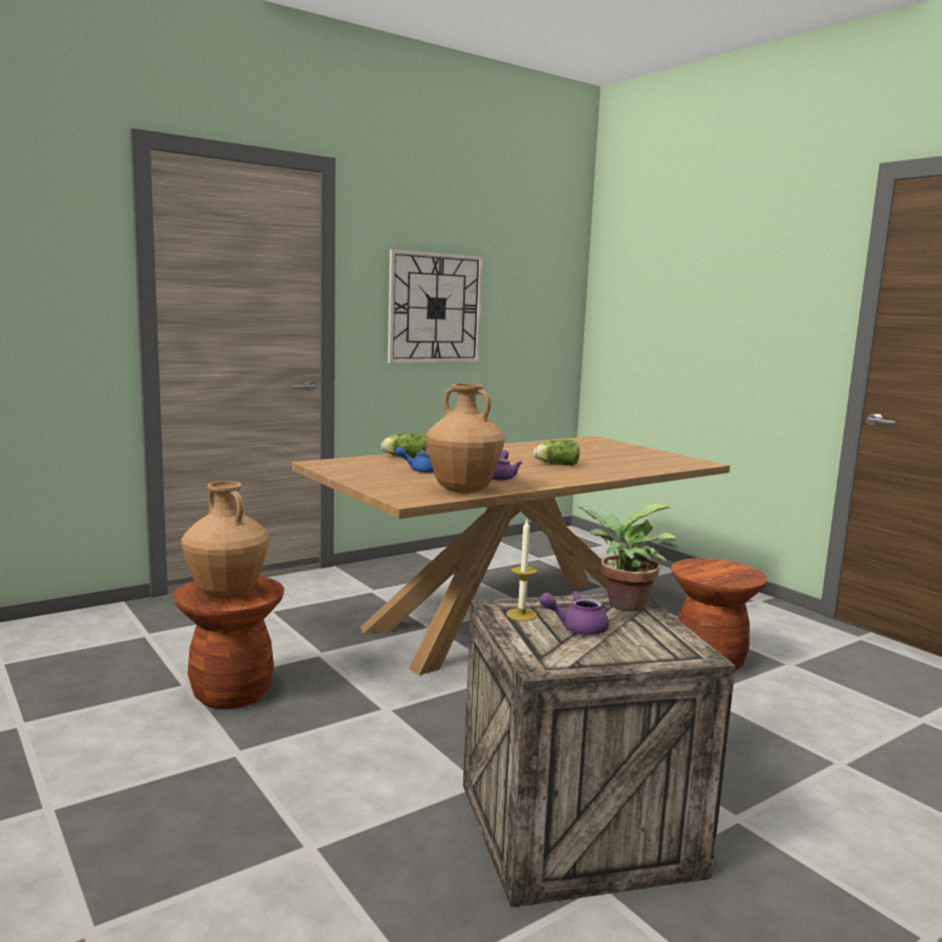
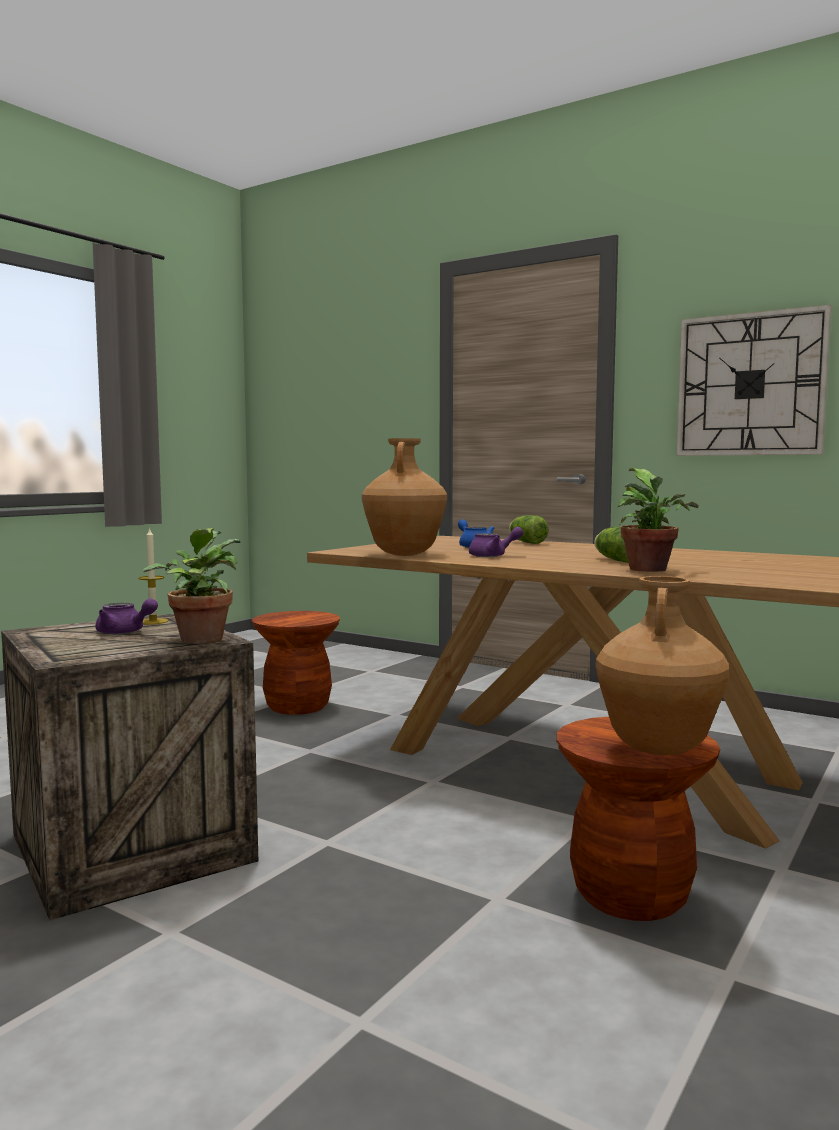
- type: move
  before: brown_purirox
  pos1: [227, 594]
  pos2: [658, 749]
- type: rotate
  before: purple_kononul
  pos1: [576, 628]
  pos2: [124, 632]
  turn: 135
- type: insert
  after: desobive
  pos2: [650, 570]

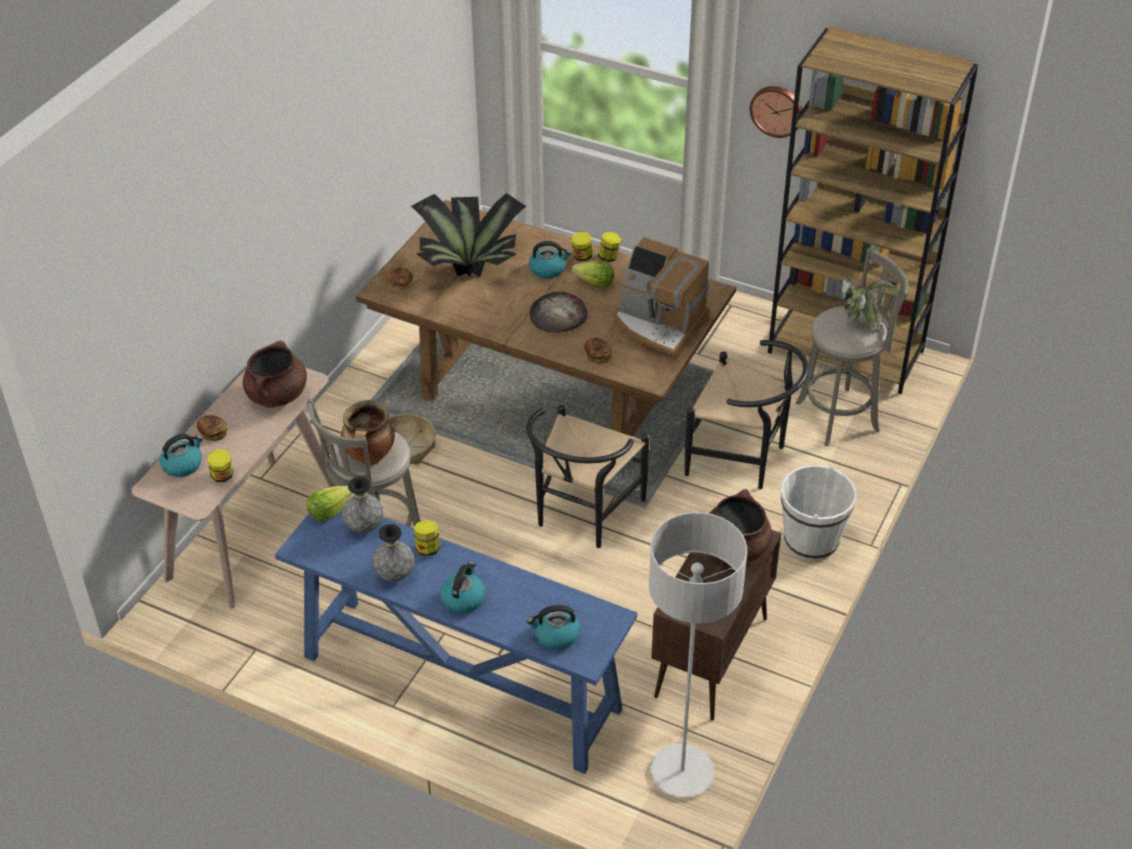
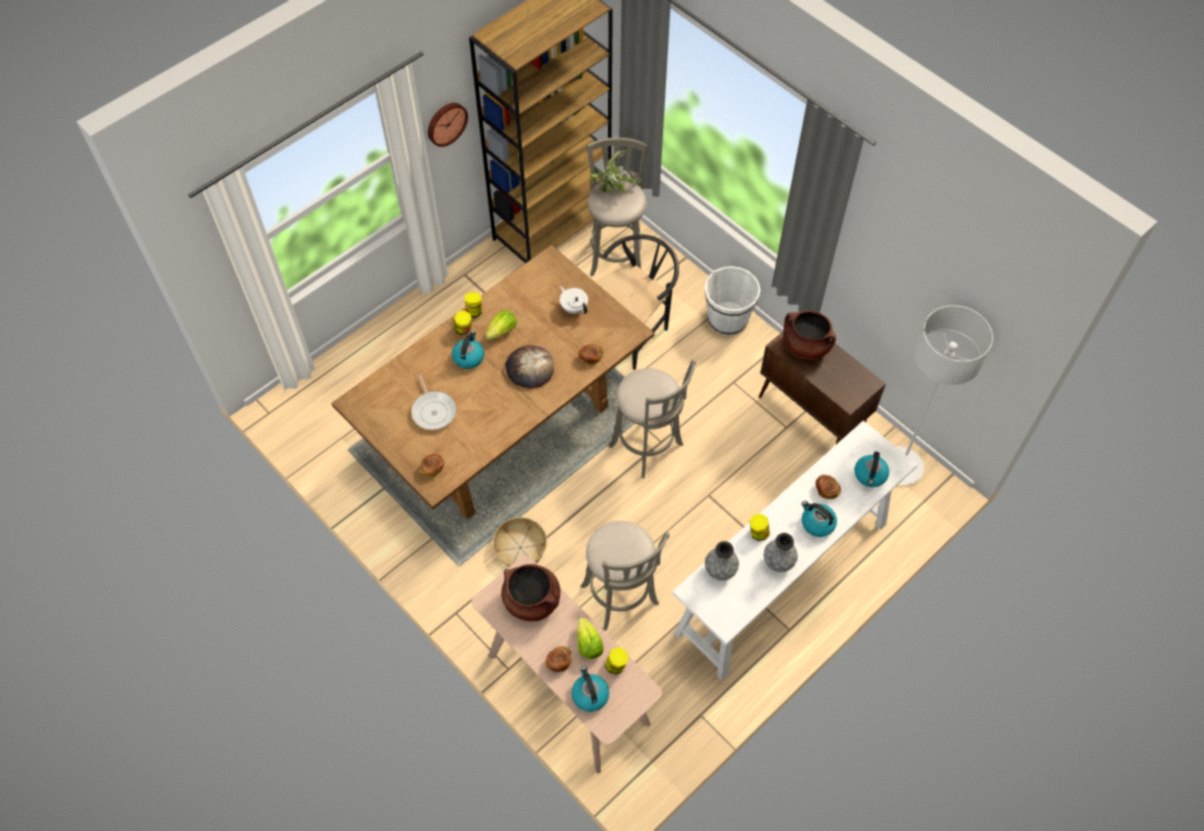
- type: recolor
  before: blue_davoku
  after: white_davoku
  pos1: [459, 682]
  pos2: [781, 579]
- type: move
  before: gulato
  pos1: [329, 512]
  pos2: [588, 644]
- type: delete
  before: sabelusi
  pos1: [370, 457]
- type: replace
  before: desobive
  after: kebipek
  pos1: [469, 265]
  pos2: [433, 410]
- type: replace
  before: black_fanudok
  after: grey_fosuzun
  pos1: [582, 516]
  pos2: [648, 448]
- type: replace
  before: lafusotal
  after: white_kononul
  pos1: [658, 326]
  pos2: [574, 307]
- type: insert
  after: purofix
  pos2: [826, 490]

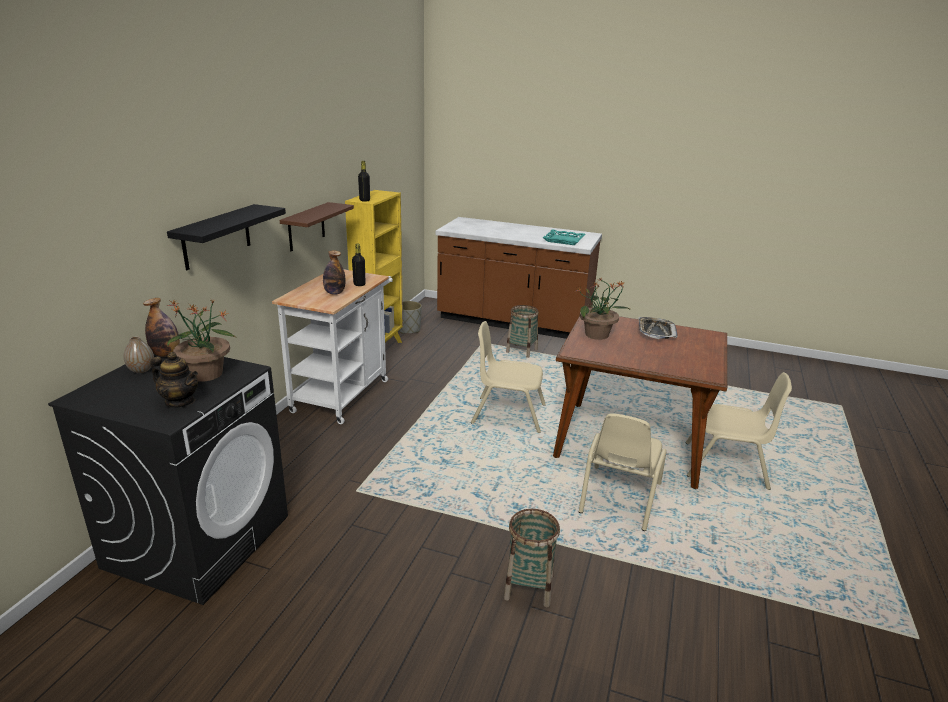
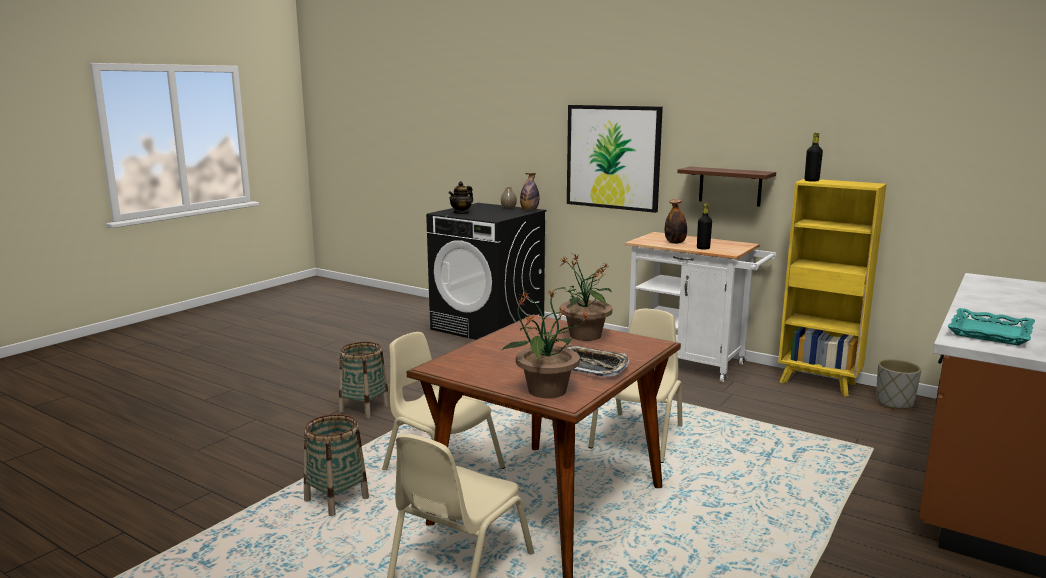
- type: move
  before: desobive
  pos1: [206, 375]
  pos2: [545, 391]
- type: replace
  before: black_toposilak
  after: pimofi
  pos1: [216, 237]
  pos2: [613, 157]
- type: move
  before: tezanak
  pos1: [521, 351]
  pos2: [336, 500]

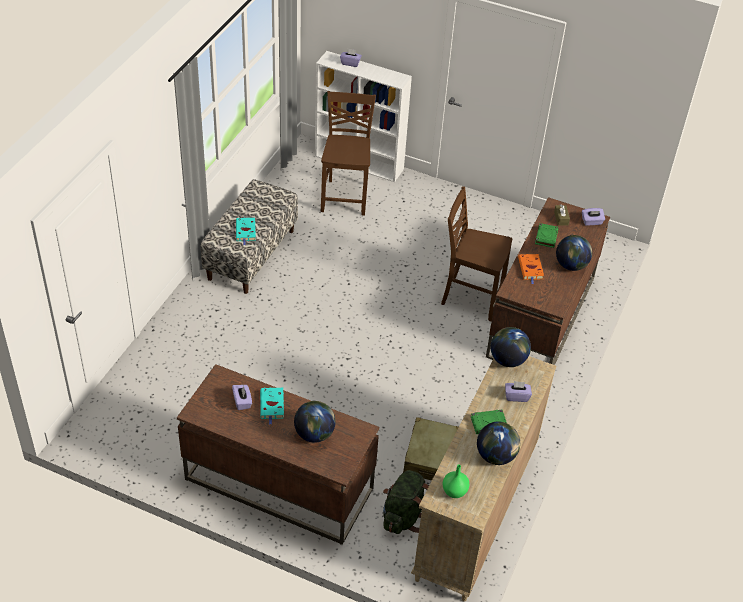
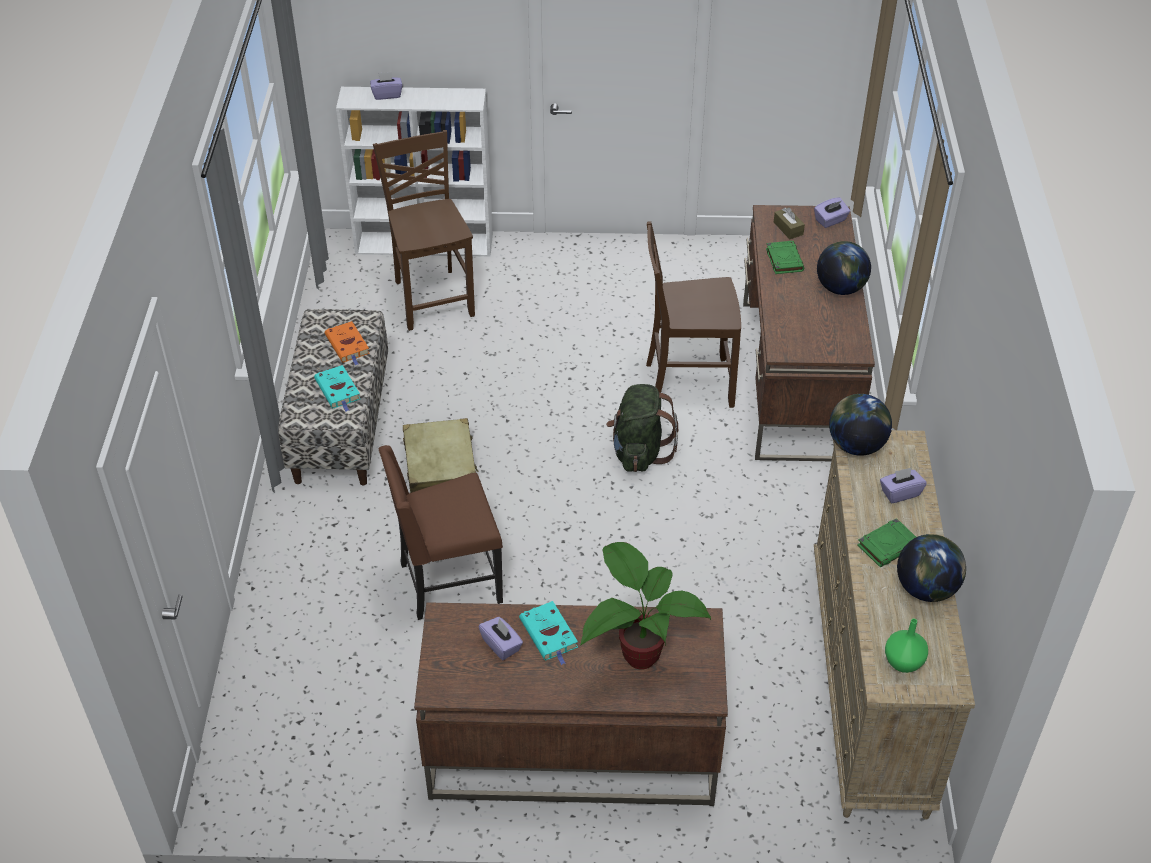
- type: replace
  before: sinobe
  after: desobive
  pos1: [314, 434]
  pos2: [636, 654]
- type: move
  before: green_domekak
  pos1: [404, 516]
  pos2: [639, 452]
- type: move
  before: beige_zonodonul
  pos1: [431, 457]
  pos2: [441, 471]
- type: move
  before: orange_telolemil
  pos1: [531, 269]
  pos2: [348, 345]
- type: insert
  after: brown_fanudok
  pos2: [448, 583]

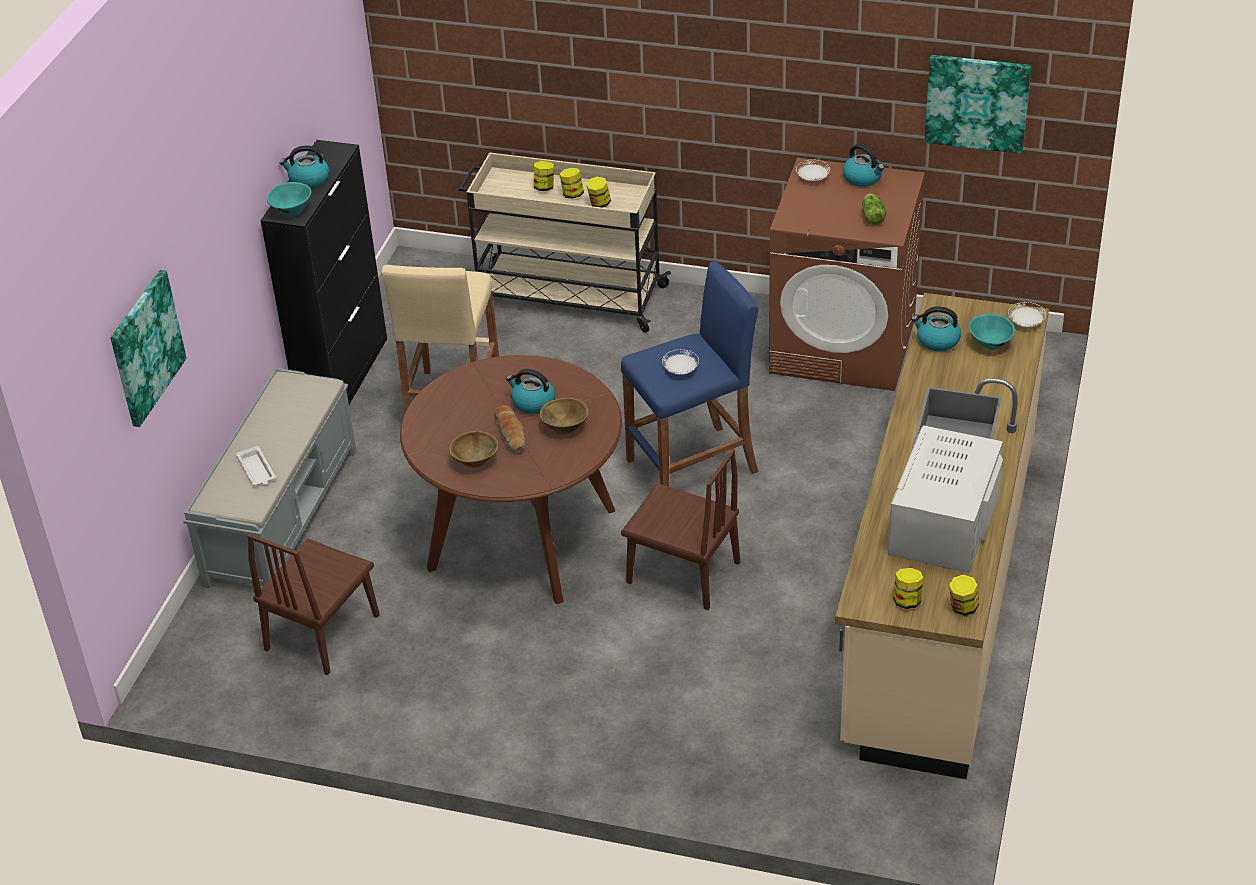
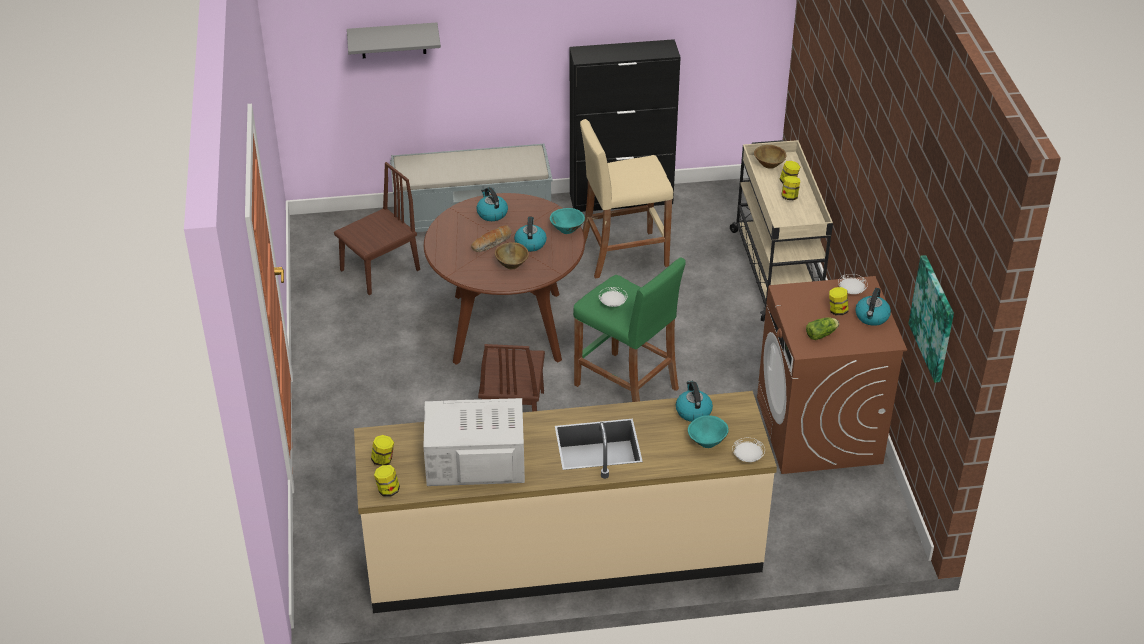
- type: replace
  before: pimofi
  after: grey_toposilak
  pos1: [145, 347]
  pos2: [393, 40]
- type: delete
  before: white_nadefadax
  pos1: [257, 470]
- type: rotate
  before: brown_fanudok
  pos1: [322, 632]
  pos2: [380, 270]
  turn: 135
- type: move
  before: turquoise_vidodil
  pos1: [292, 210]
  pos2: [567, 229]
- type: move
  before: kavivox
  pos1: [308, 180]
  pos2: [491, 213]
- type: move
  before: brown_vidodil
  pos1: [475, 462]
  pos2: [768, 165]
- type: move
  before: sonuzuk
  pos1: [599, 204]
  pos2: [837, 310]
- type: recolor
  before: blue_fosuzun
  after: green_fosuzun
  pos1: [693, 466]
  pos2: [626, 387]

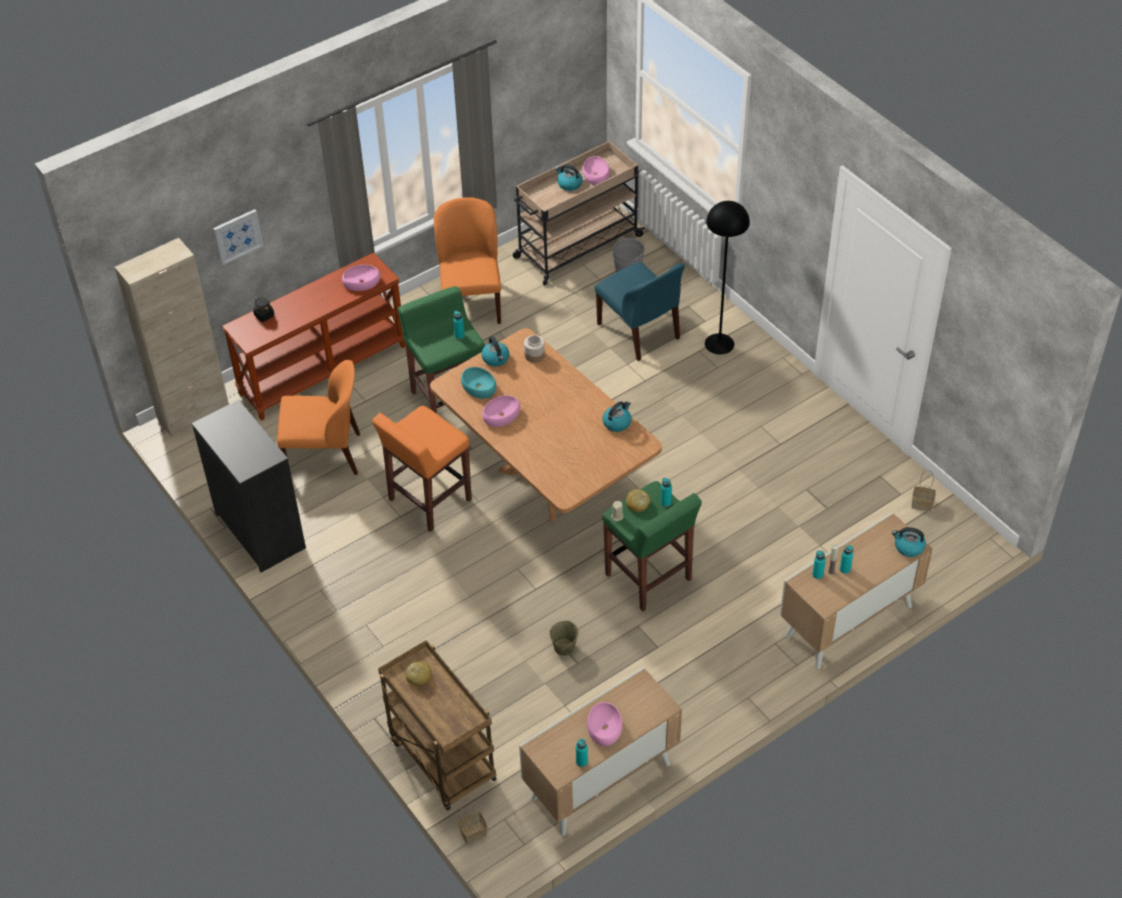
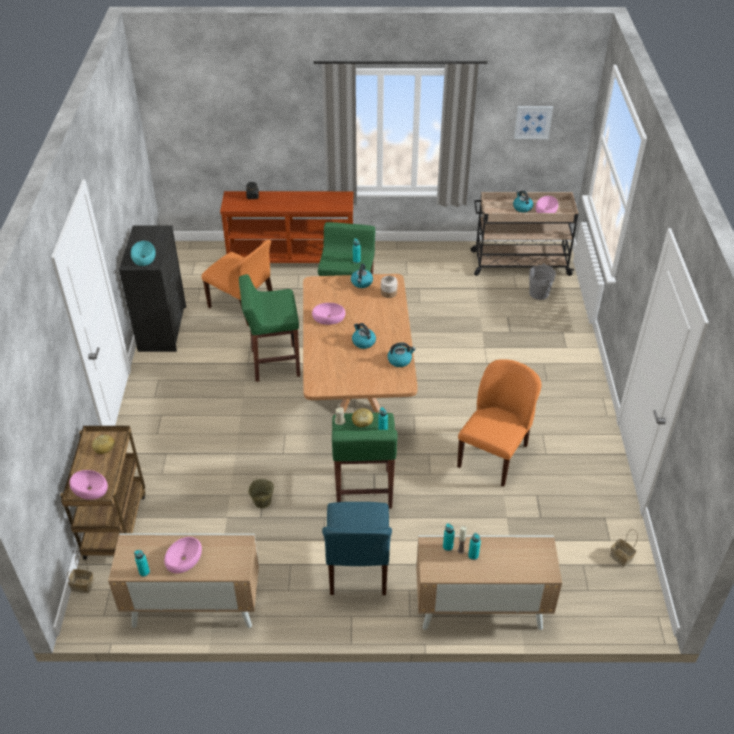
- type: delete
  before: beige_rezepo
  pos1: [193, 413]
- type: move
  before: pimofi
  pos1: [237, 236]
  pos2: [533, 122]
- type: move
  before: pink_vidodil
  pos1: [361, 282]
  pos2: [89, 489]
- type: recolor
  before: orange_fosuzun
  after: green_fosuzun
  pos1: [429, 500]
  pos2: [274, 363]
- type: move
  before: orange_fanudok
  pos1: [471, 302]
  pos2: [493, 455]
- type: move
  before: turquoise_vidodil
  pos1: [479, 387]
  pos2: [144, 257]
- type: move
  before: blue_fanudok
  pos1: [639, 332]
  pos2: [358, 567]
- type: delete
  before: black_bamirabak
  pos1: [719, 344]
- type: move
  before: kavivox
  pos1: [908, 547]
  pos2: [363, 342]

